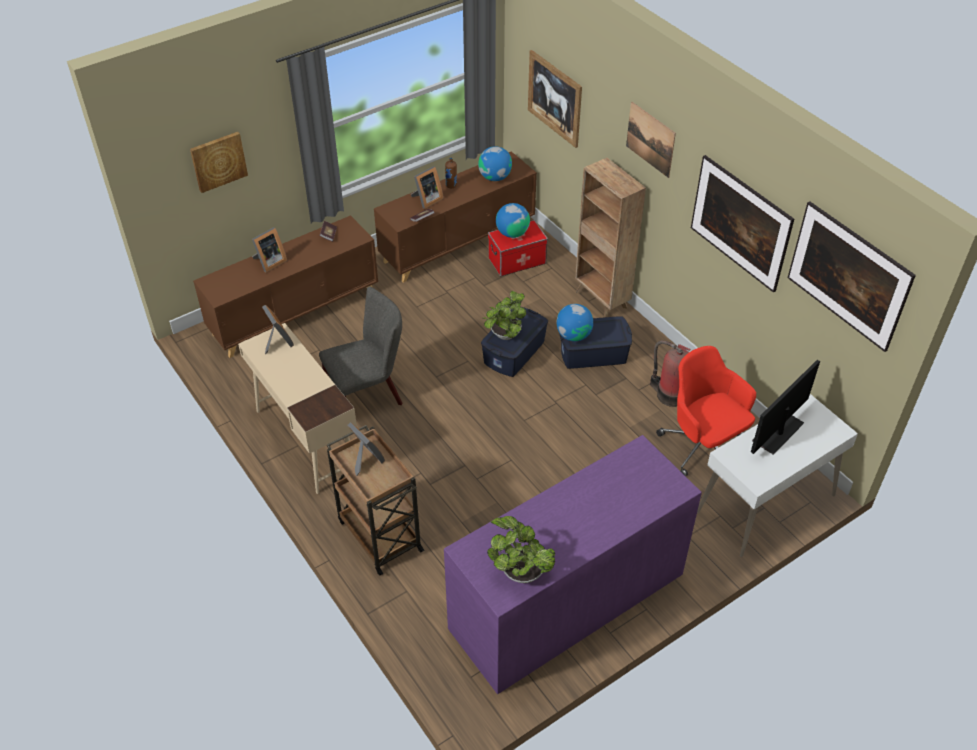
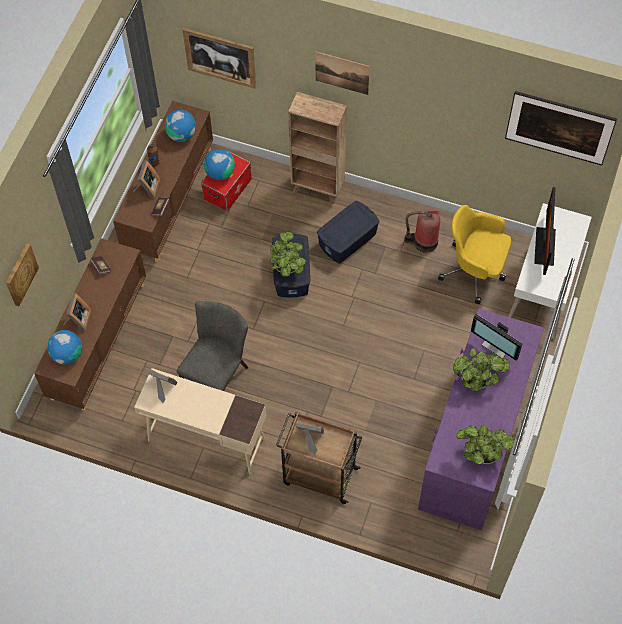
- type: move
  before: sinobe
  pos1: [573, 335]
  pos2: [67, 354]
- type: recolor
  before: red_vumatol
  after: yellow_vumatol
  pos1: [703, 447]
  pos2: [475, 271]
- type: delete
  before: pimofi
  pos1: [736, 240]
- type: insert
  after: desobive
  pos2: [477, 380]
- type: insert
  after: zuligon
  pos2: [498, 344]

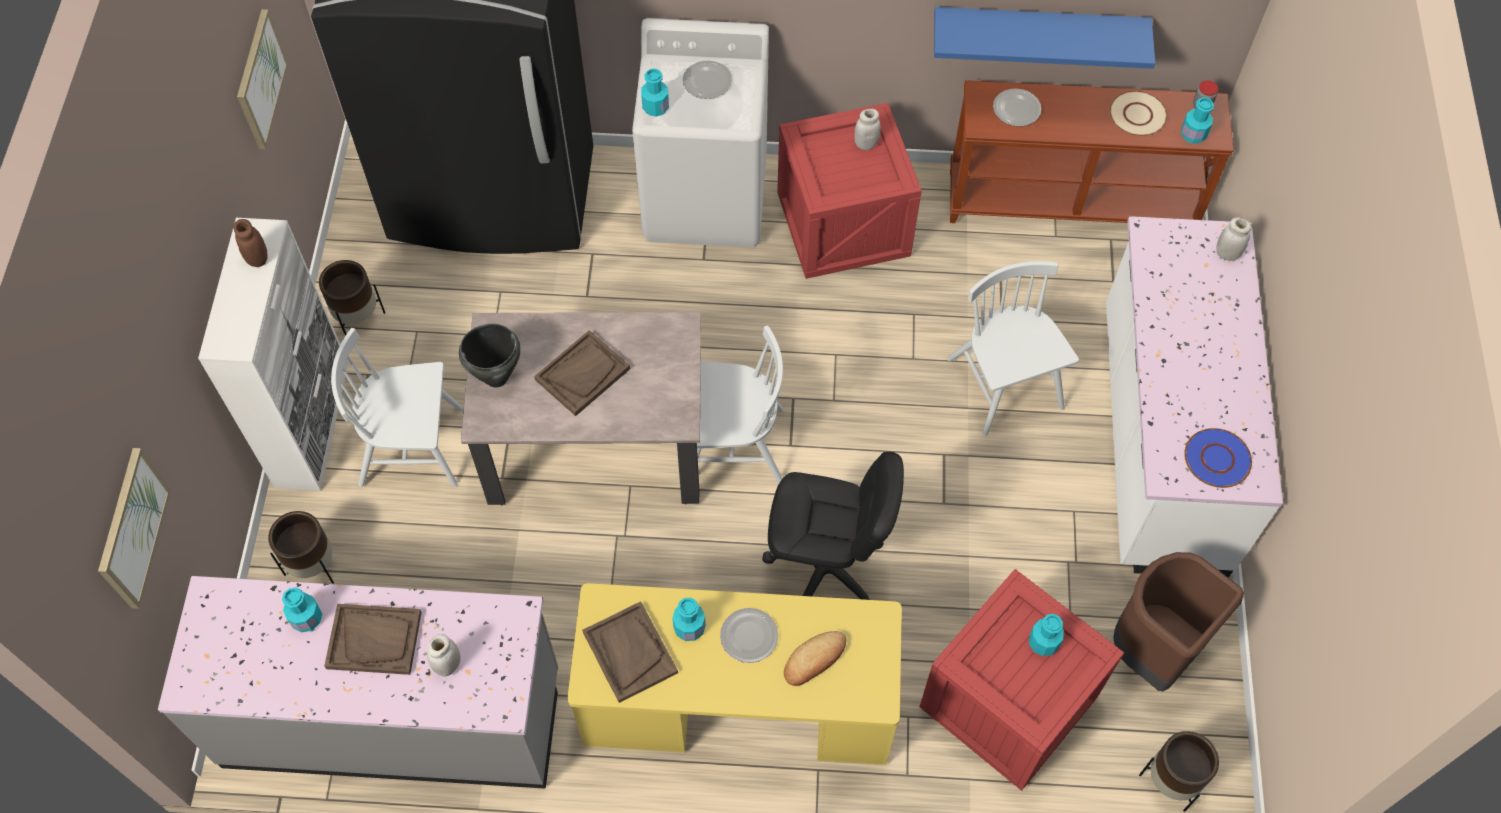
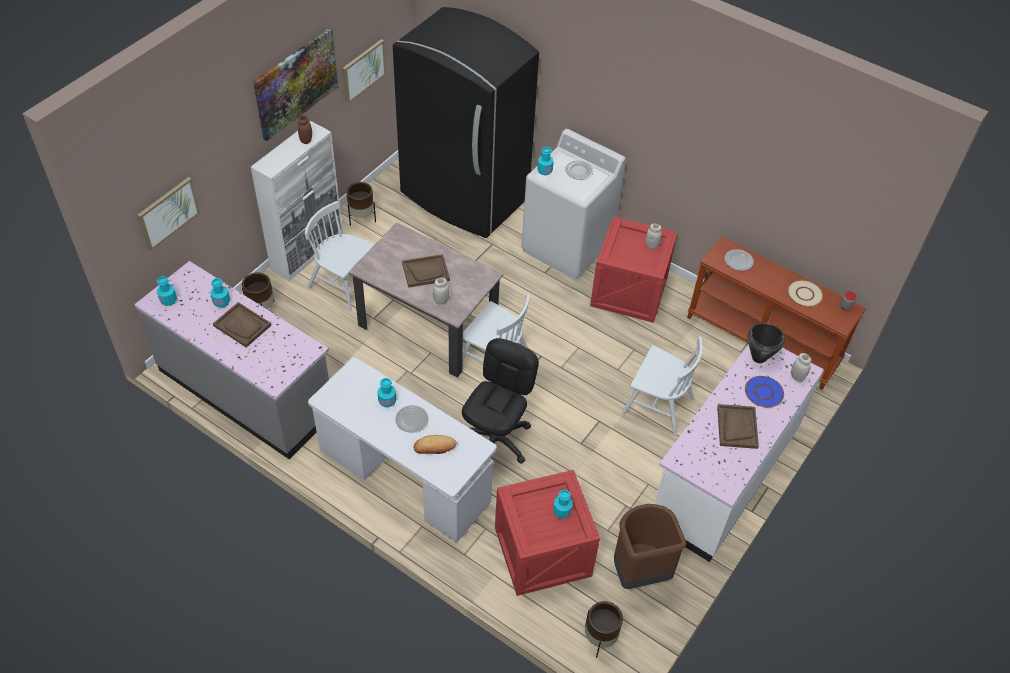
- type: move
  before: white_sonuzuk
  pos1: [448, 665]
  pos2: [441, 301]
- type: move
  before: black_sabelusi
  pos1: [496, 377]
  pos2: [758, 357]
- type: recolor
  before: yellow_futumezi
  after: white_futumezi
  pos1: [737, 709]
  pos2: [404, 477]
- type: move
  before: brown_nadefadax
  pos1: [629, 652]
  pos2: [737, 427]
- type: rotate
  before: black_vumatol
  pos1: [825, 569]
  pos2: [496, 440]
  turn: -105
- type: delete
  before: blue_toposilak
  pos1: [1039, 28]
- type: rotate
  before: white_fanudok
  pos1: [1005, 384]
  pos2: [657, 406]
  turn: 105
- type: move
  before: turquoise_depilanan
  pos1: [1193, 134]
  pos2: [168, 300]
- type: move
  before: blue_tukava
  pos1: [1217, 458]
  pos2: [764, 392]
- type: insert
  after: pimofi
  pos2: [296, 83]

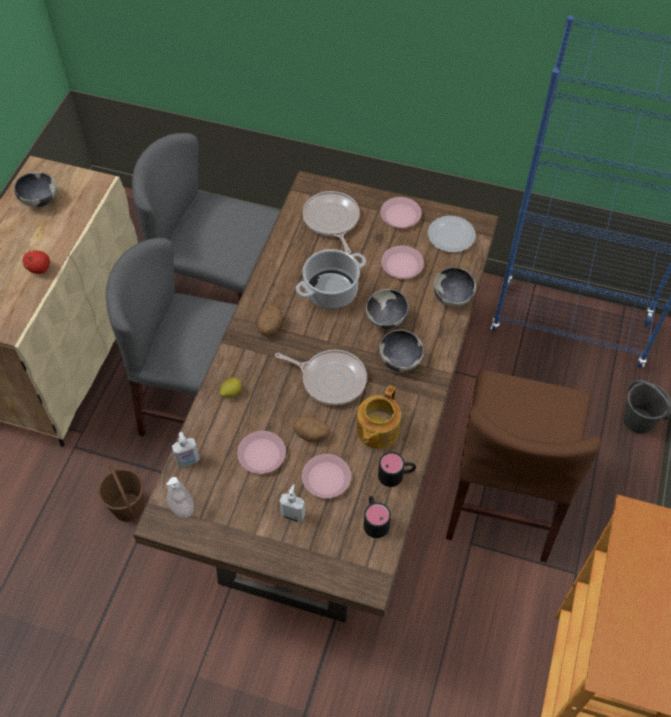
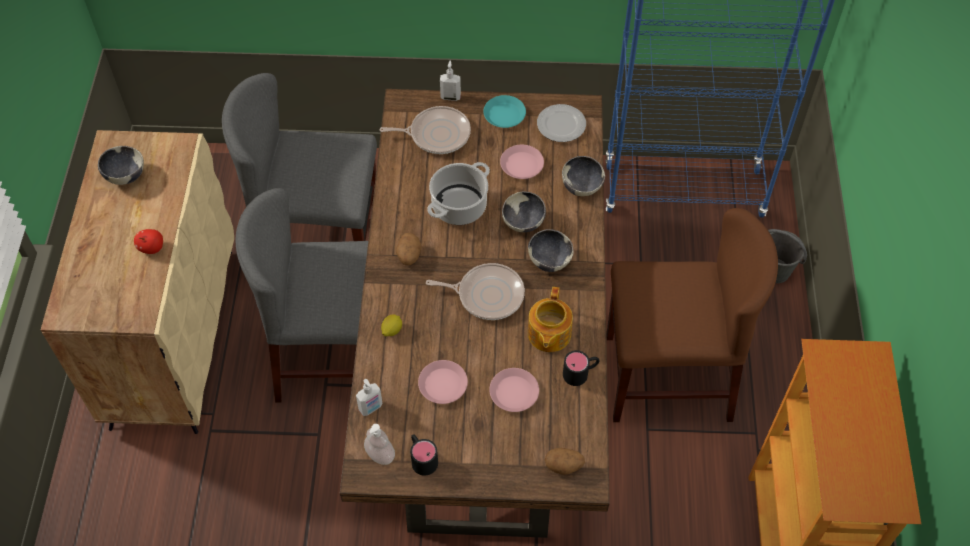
- type: delete
  before: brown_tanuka
  pos1: [128, 506]
- type: move
  before: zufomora
  pos1: [293, 514]
  pos2: [450, 97]
- type: move
  before: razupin
  pos1: [311, 434]
  pos2: [564, 466]
- type: rotate
  before: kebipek
  pos1: [331, 220]
  pos2: [436, 134]
  turn: 120
- type: move
  before: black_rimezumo
  pos1: [374, 520]
  pos2: [422, 458]
- type: recolor
  before: pink_tukava
  after: turquoise_tukava
  pos1: [400, 216]
  pos2: [504, 115]
- type: rotate
  before: brown_fanudok
  pos1: [504, 498]
  pos2: [667, 377]
  turn: -90

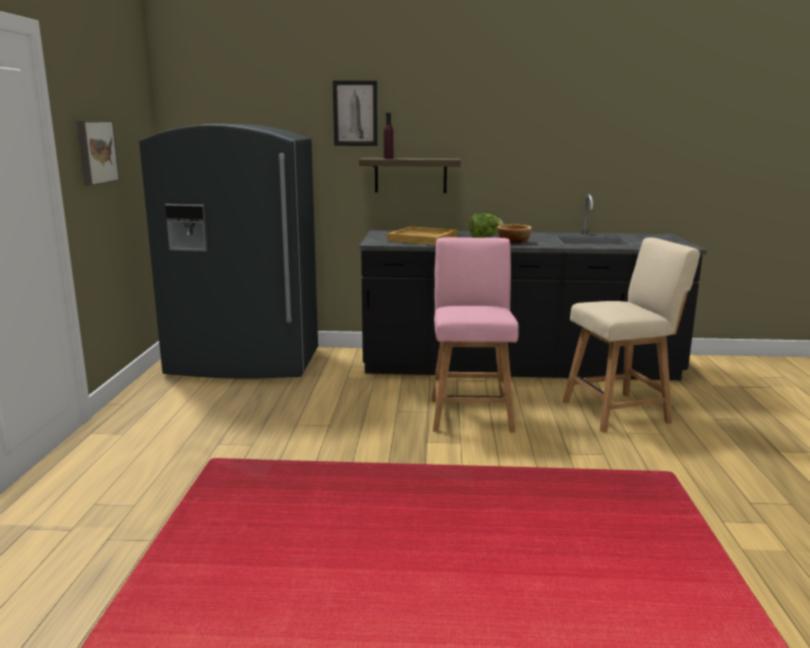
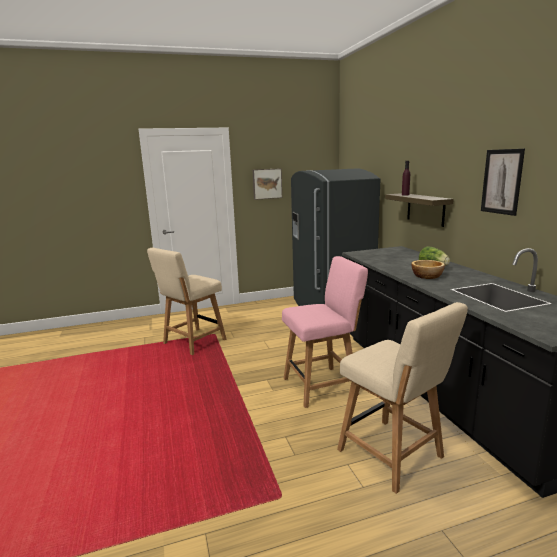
- type: move
  before: pimofi
  pos1: [355, 113]
  pos2: [502, 181]
- type: delete
  before: beige_nadefadax
  pos1: [423, 239]
- type: insert
  after: beige_fanudok
  pos2: [192, 342]

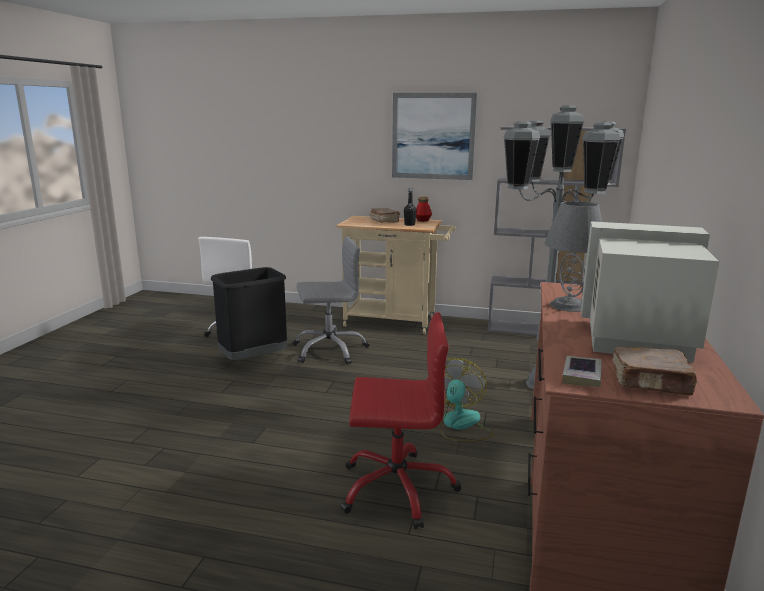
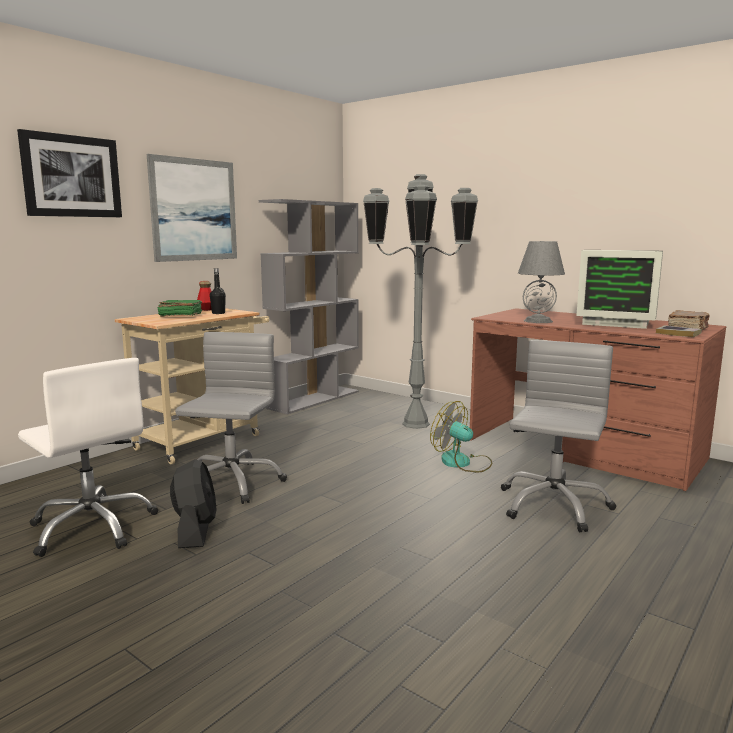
- type: replace
  before: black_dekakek
  after: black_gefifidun
  pos1: [254, 360]
  pos2: [195, 530]
- type: recolor
  before: red_vumatol
  after: grey_vumatol
  pos1: [397, 488]
  pos2: [553, 505]
- type: recolor
  before: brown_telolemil
  after: green_telolemil
  pos1: [384, 221]
  pos2: [180, 315]
- type: rotate
  before: zuligon
  pos1: [637, 340]
  pos2: [616, 322]
  turn: -105
- type: insert
  after: pimofi
  pos2: [72, 176]

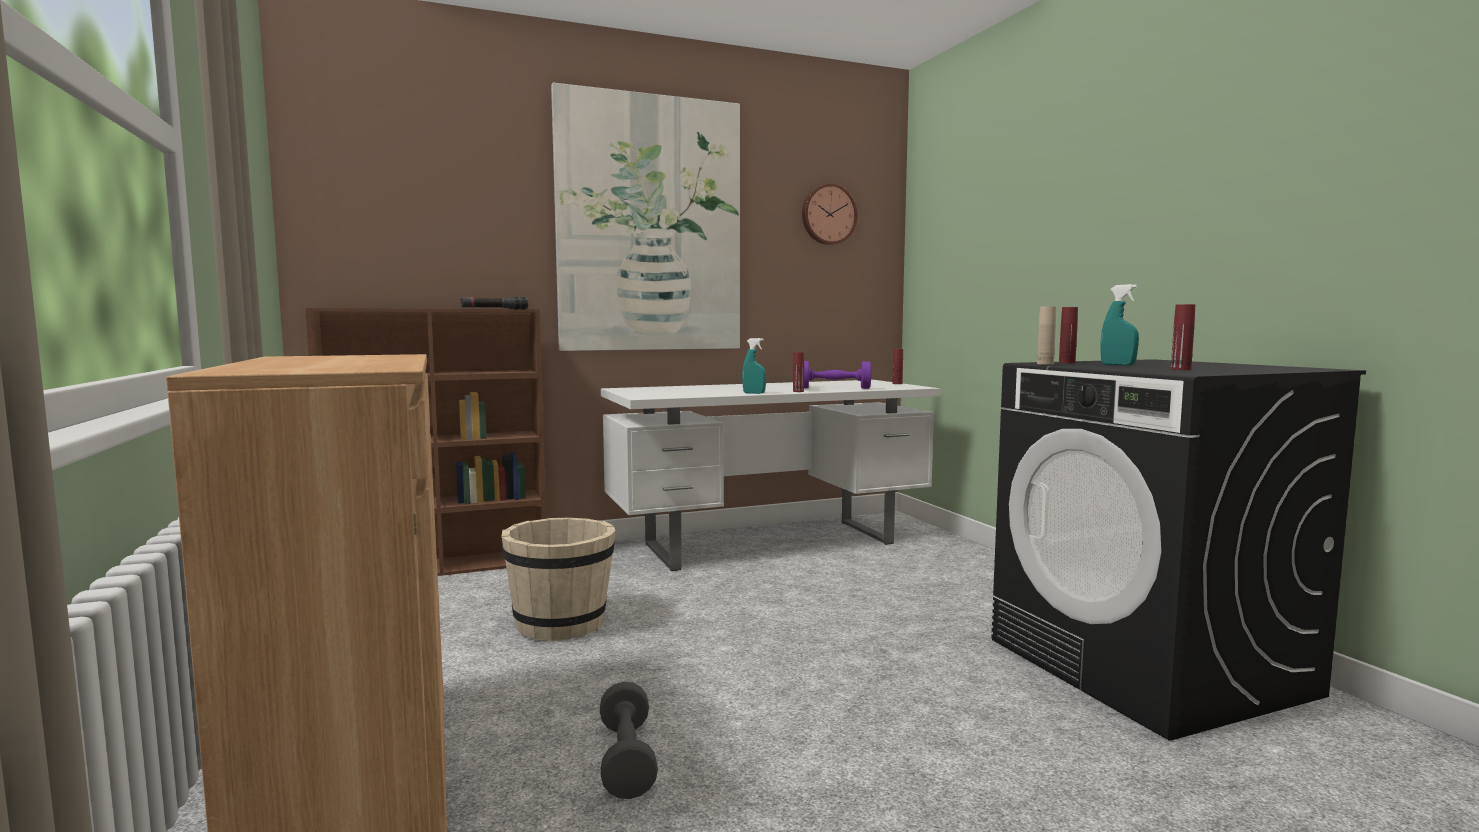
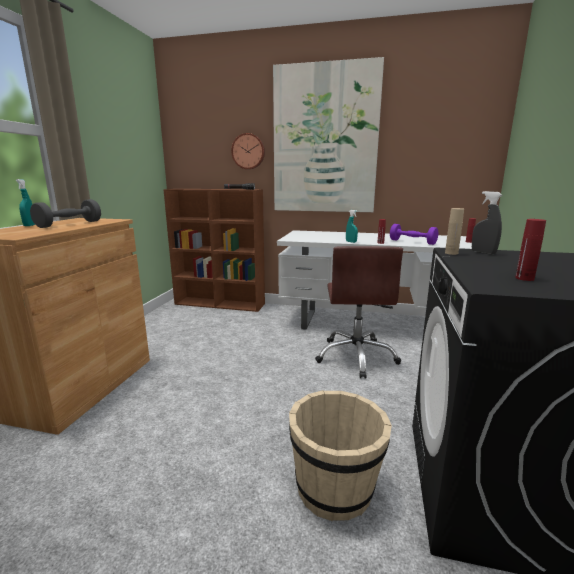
- type: move
  before: beige_tanuka
  pos1: [561, 624]
  pos2: [335, 489]
- type: move
  before: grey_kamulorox
  pos1: [627, 760]
  pos2: [69, 224]
- type: move
  before: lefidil
  pos1: [828, 214]
  pos2: [248, 151]
- type: replace
  before: red_depilanan
  after: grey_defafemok
  pos1: [1067, 362]
  pos2: [483, 252]
- type: move
  before: turquoise_defafemok
  pos1: [1118, 365]
  pos2: [30, 225]
- type: insert
  after: brown_vumatol
  pos2: [356, 356]

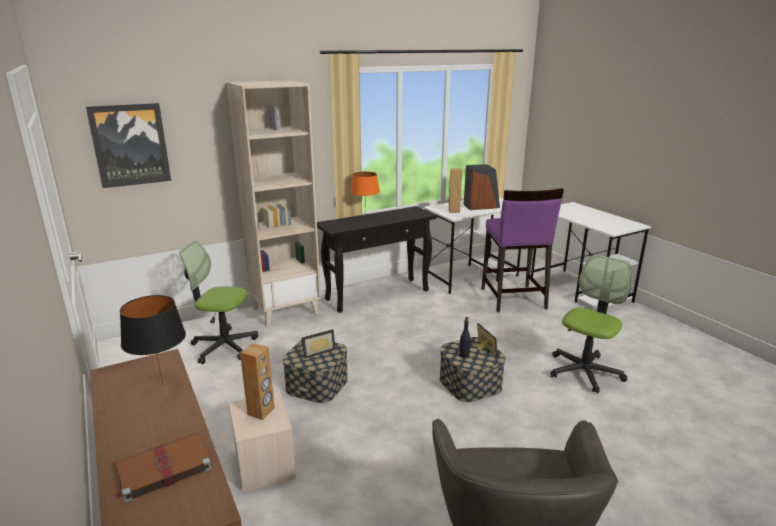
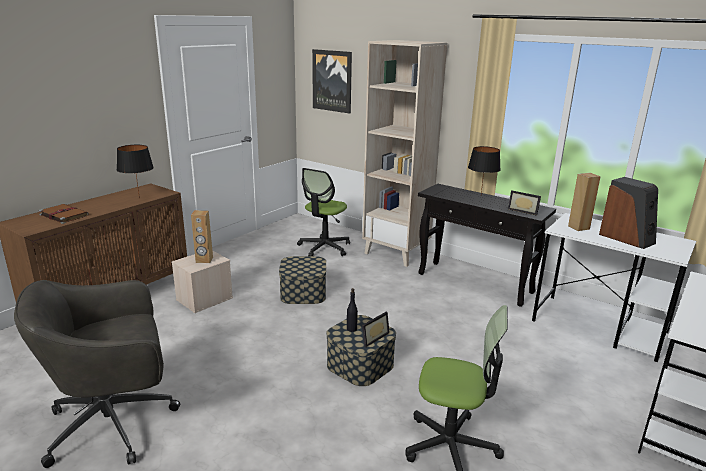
- type: rotate
  before: vumatol
  pos1: [224, 346]
  pos2: [324, 247]
  turn: -135
- type: move
  before: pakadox
  pos1: [318, 351]
  pos2: [523, 211]
- type: recolor
  before: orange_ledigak
  after: black_ledigak
  pos1: [365, 217]
  pos2: [480, 195]
- type: delete
  before: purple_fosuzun
  pos1: [512, 299]

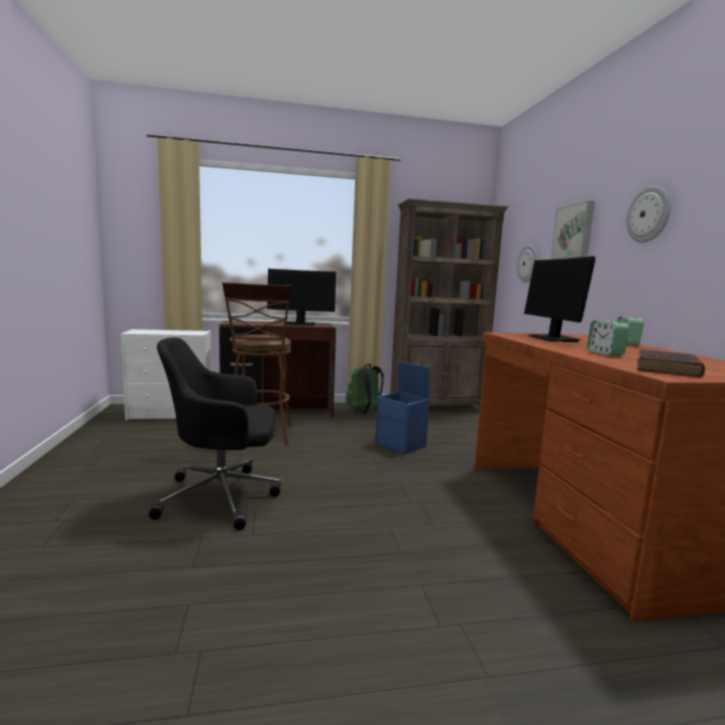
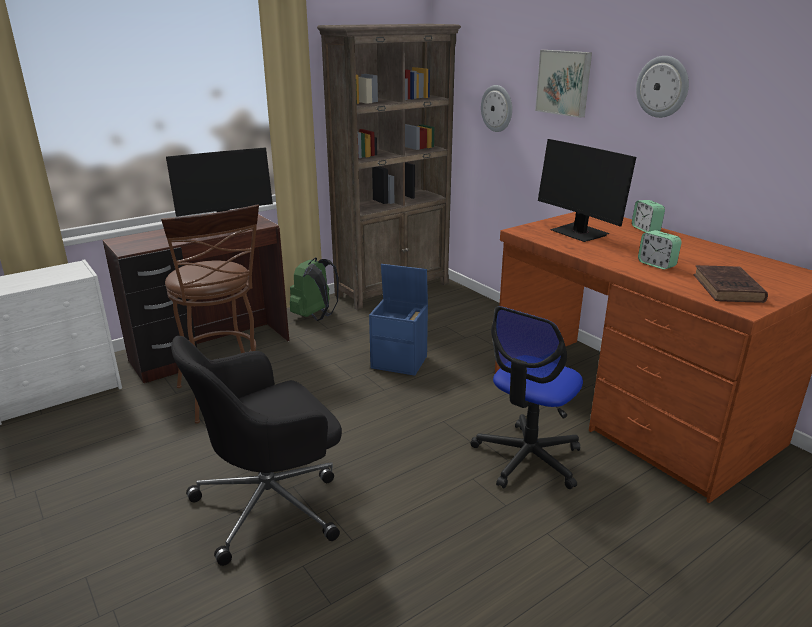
- type: insert
  after: vumatol
  pos2: [527, 458]

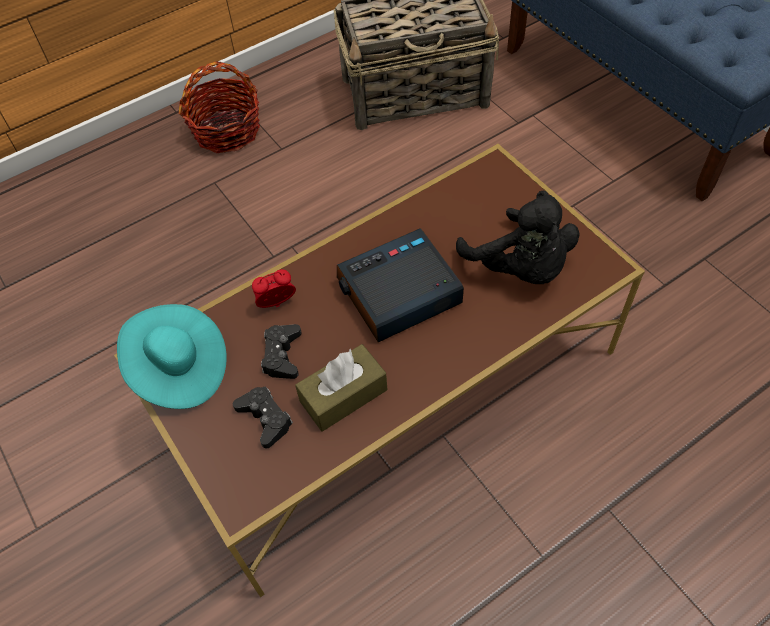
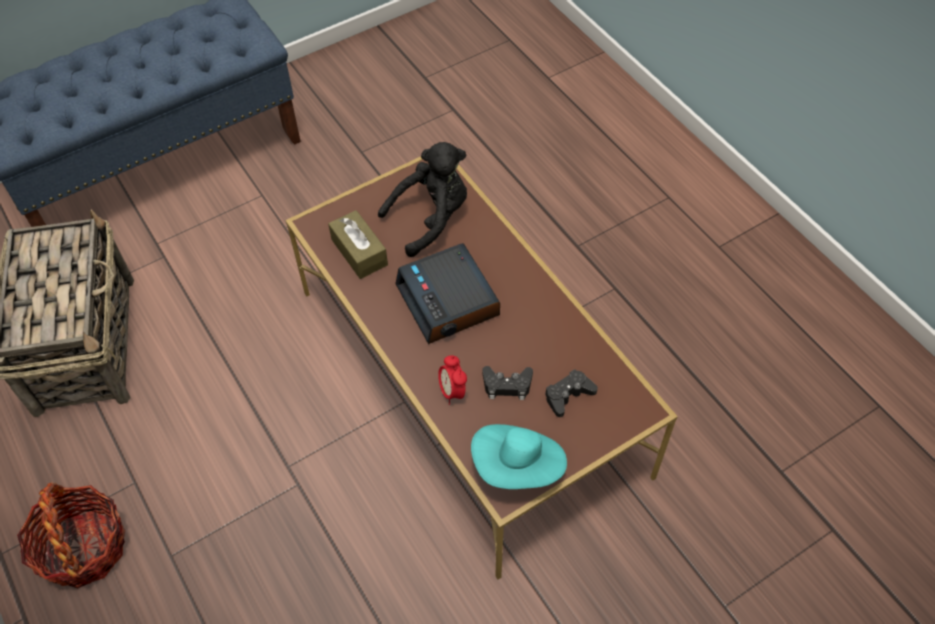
- type: move
  before: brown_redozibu
  pos1: [343, 395]
  pos2: [359, 252]

